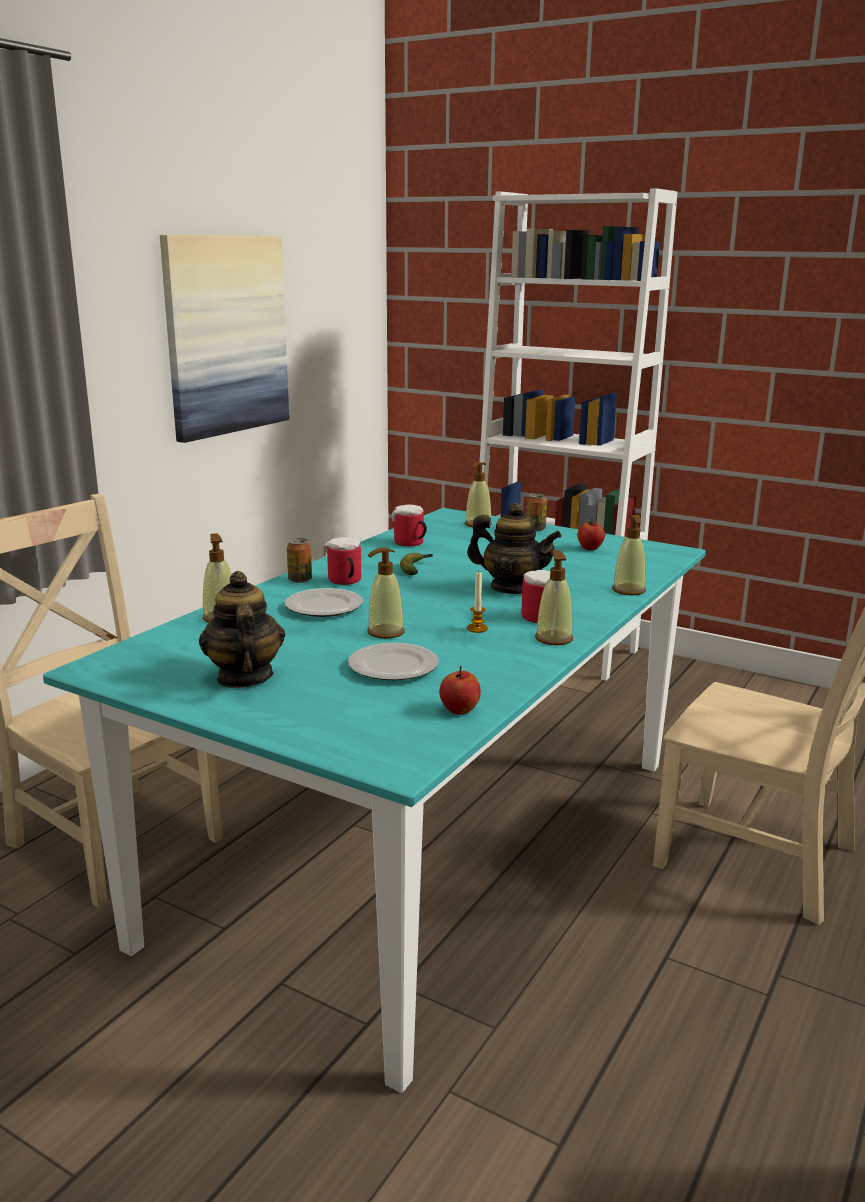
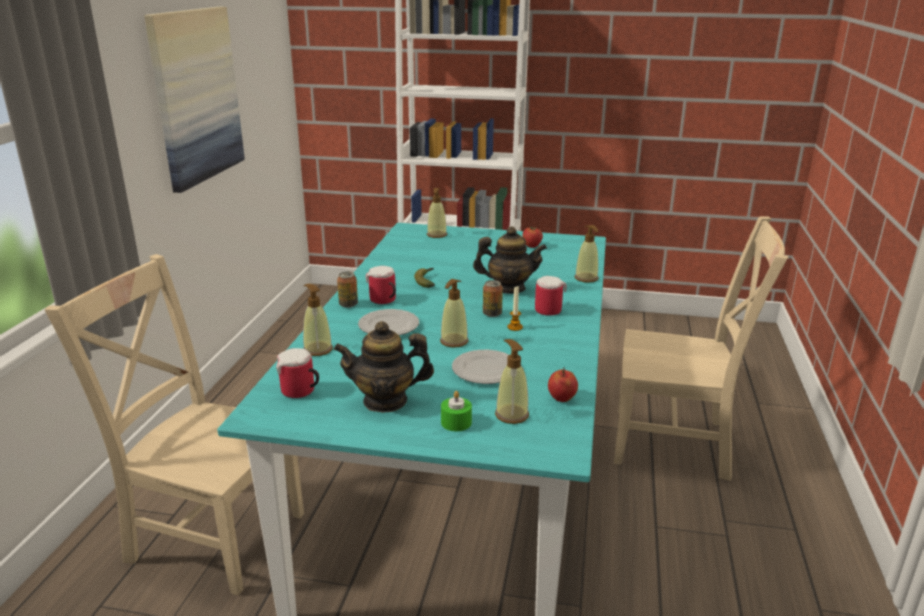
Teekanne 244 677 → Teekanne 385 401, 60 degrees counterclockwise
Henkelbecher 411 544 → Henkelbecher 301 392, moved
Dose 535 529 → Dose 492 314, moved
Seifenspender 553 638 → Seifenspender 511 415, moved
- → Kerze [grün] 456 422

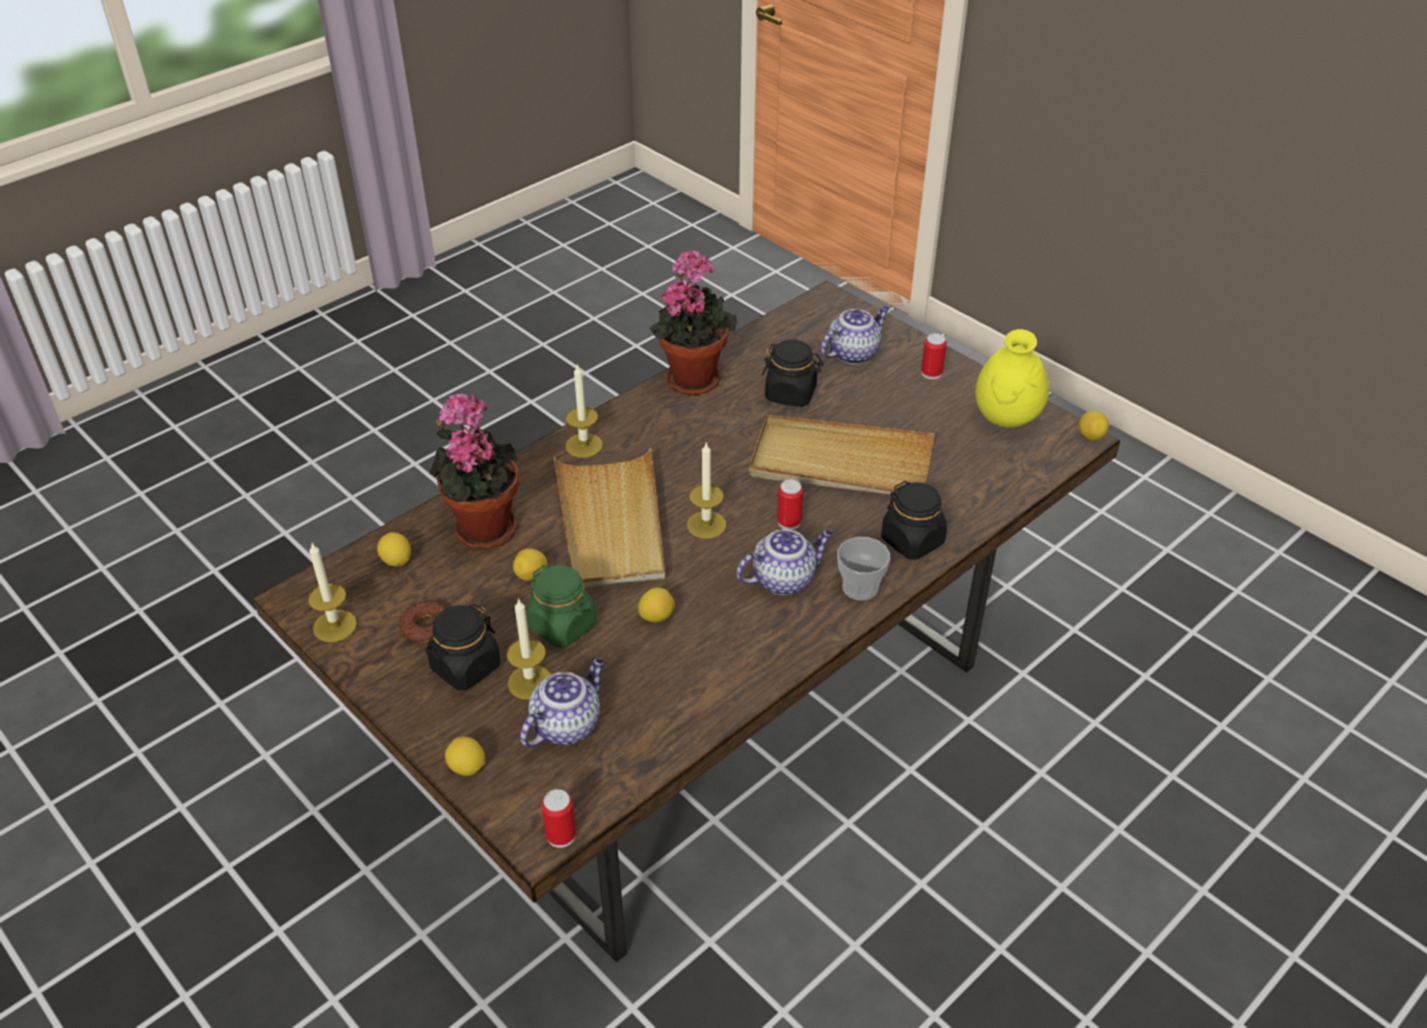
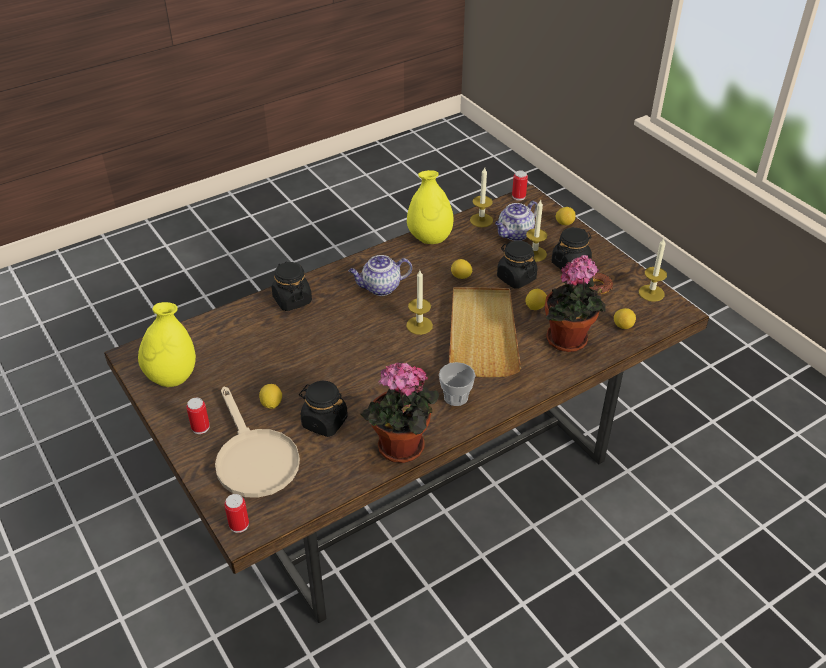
Vorratsglas [grün] 563 626 → Vorratsglas [schwarz] 516 278
Kerze 584 445 → Kerze 481 220, moved
Tablett [beige] 841 463 → -
Dose 789 522 → Dose 239 525, moved
Teekanne 853 353 → Pfanne [beige] 253 458
Tasse 860 588 → Tasse 456 397, moved
Zitrone 1090 436 → Zitrone 271 404, moved
- → Vase [gelb] 430 238

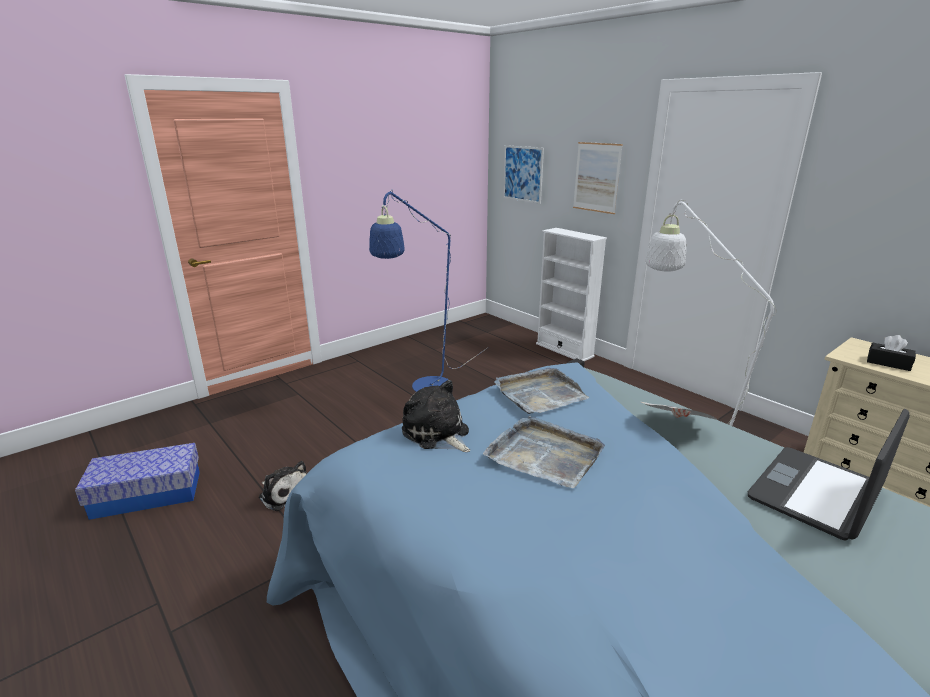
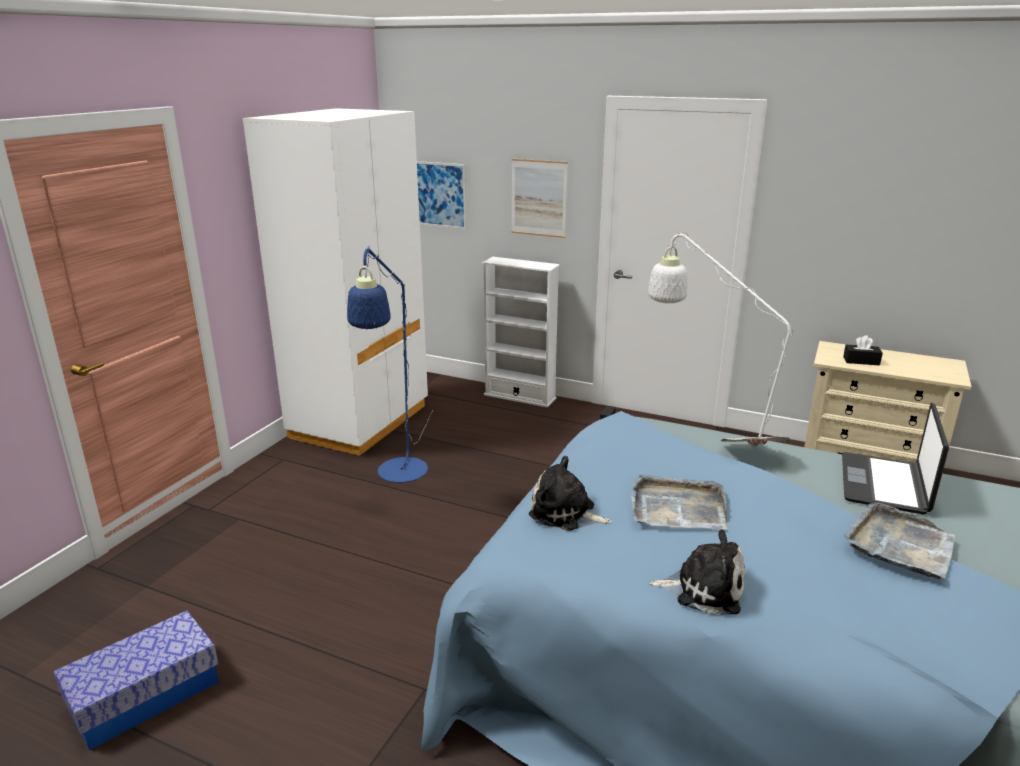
Plüschtier 283 493 → Plüschtier 704 589, moved
Tablett [grau] 539 394 → Tablett [grau] 900 544, moved
- → Kleiderschrank [weiß] 360 422

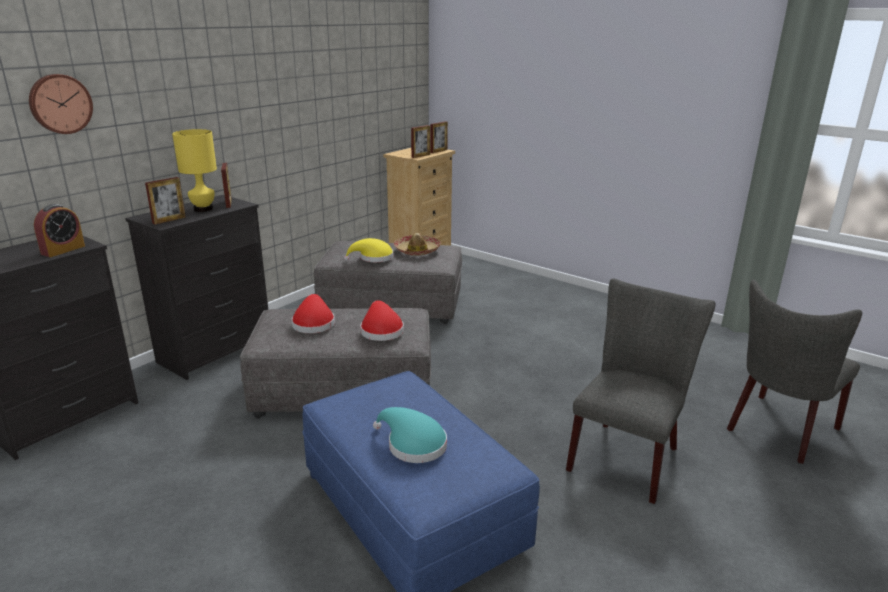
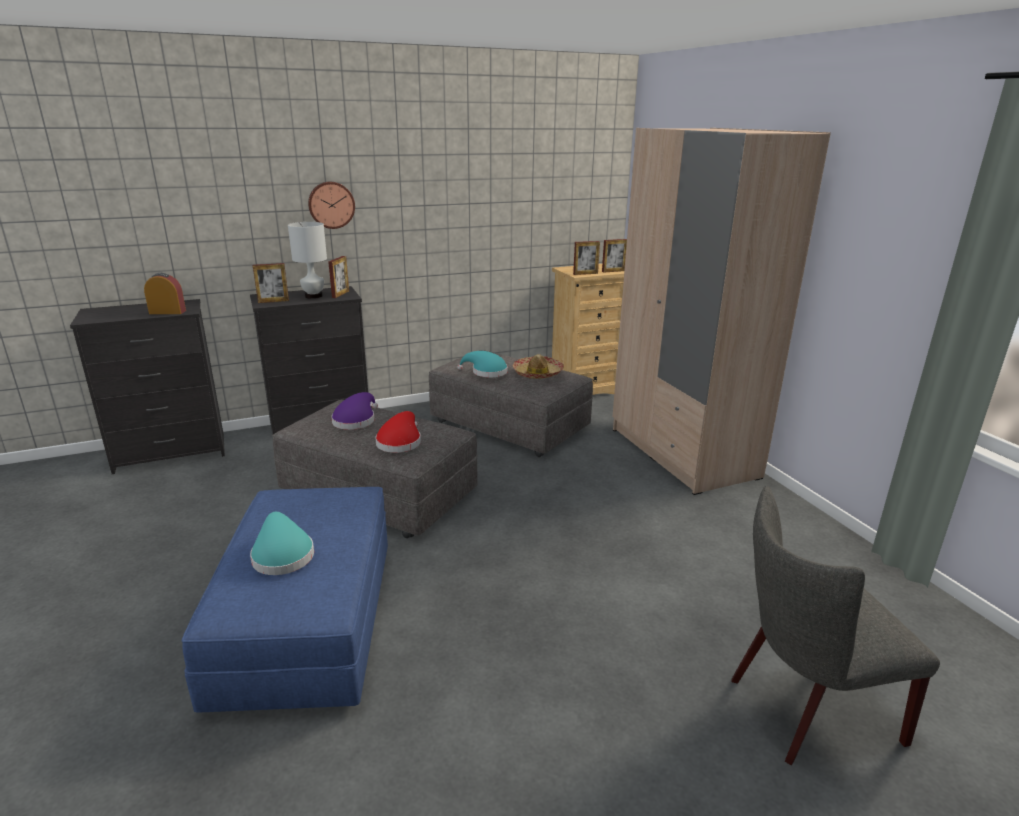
Wanduhr 60 104 → Wanduhr 331 205, moved
Wecker 63 250 → Wecker 167 312, 150 degrees counterclockwise
Tischlampe [gelb] 203 209 → Tischlampe [weiß] 314 296
Hut [rot] 313 323 → Hut [lila] 355 420
Hut [gelb] 373 258 → Hut [türkis] 486 372
Stuhl [grau] 627 455 → -
- → Kleiderschrank [beige] 682 453

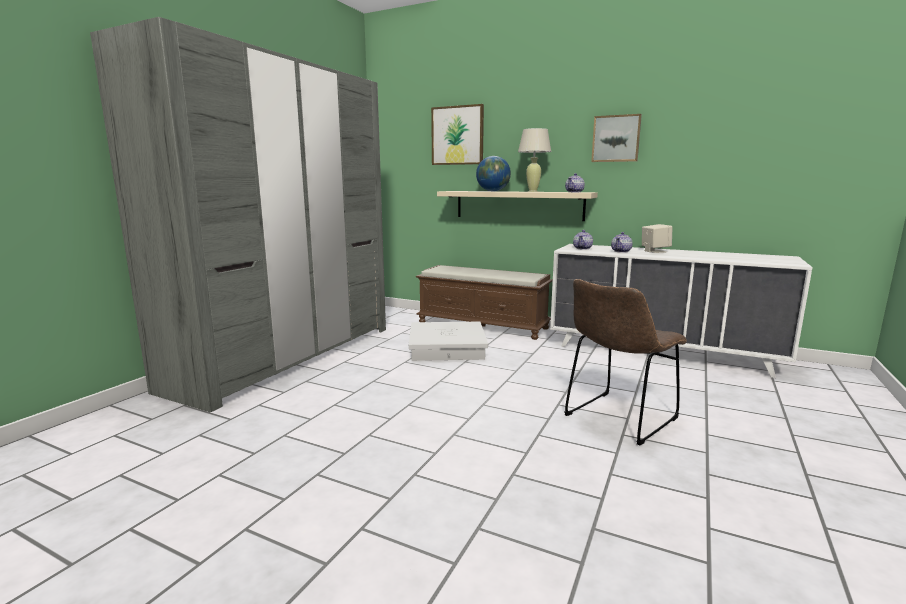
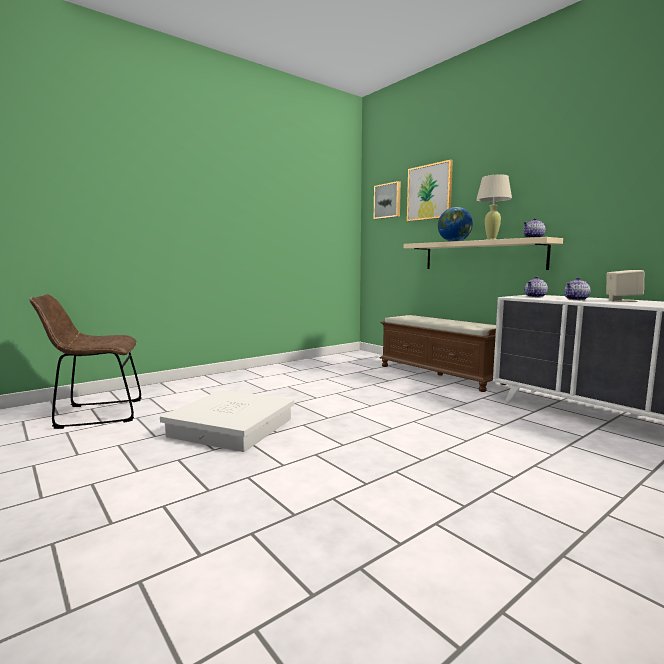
Kleiderschrank [grau] 289 356 → -
Aufbewahrungsbox [weiß] 447 347 → Aufbewahrungsbox [weiß] 232 427, moved
Stuhl [braun] 617 419 → Stuhl [braun] 95 414, moved
Bild 616 138 → Bild 388 201, moved

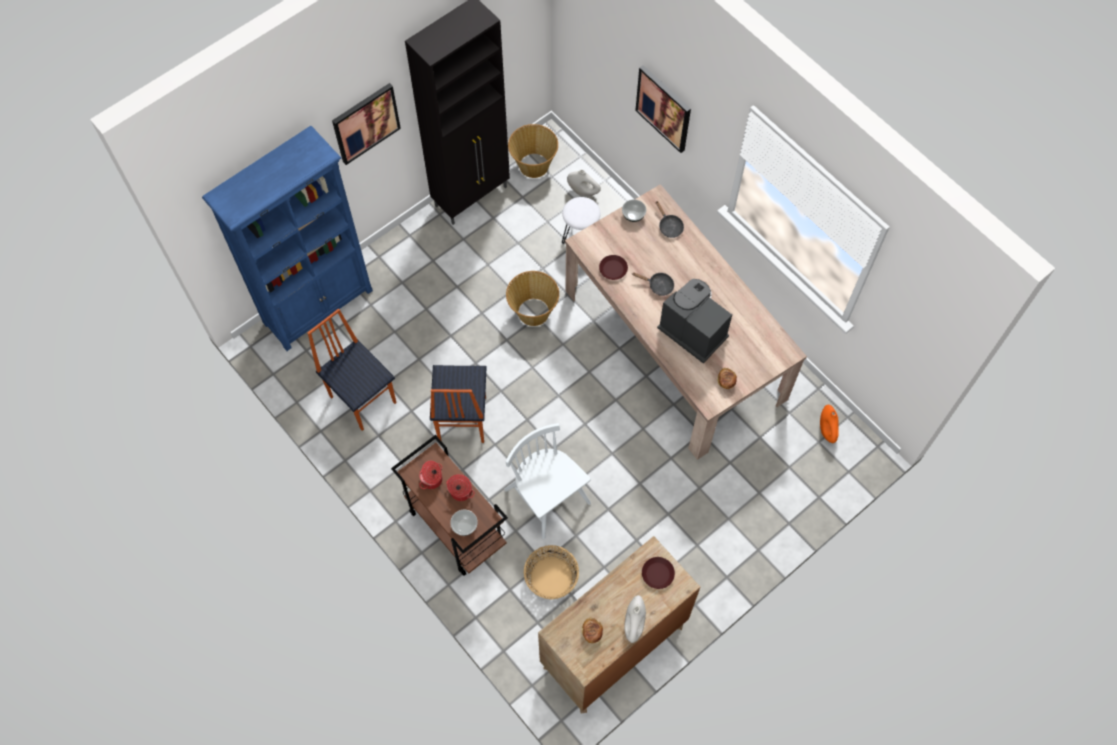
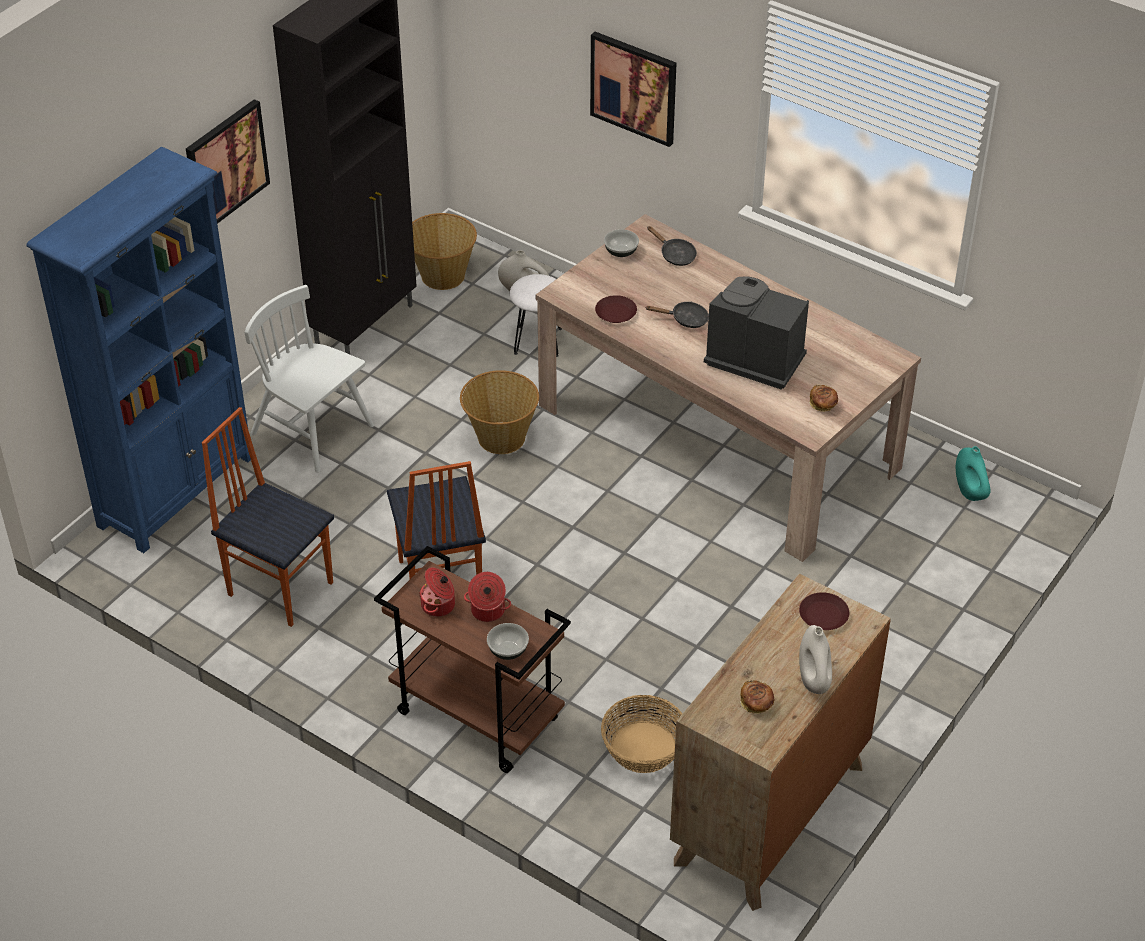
Stuhl [weiß] 547 497 → Stuhl [weiß] 312 430, moved
Vase [orange] 827 430 → Vase [türkis] 970 492

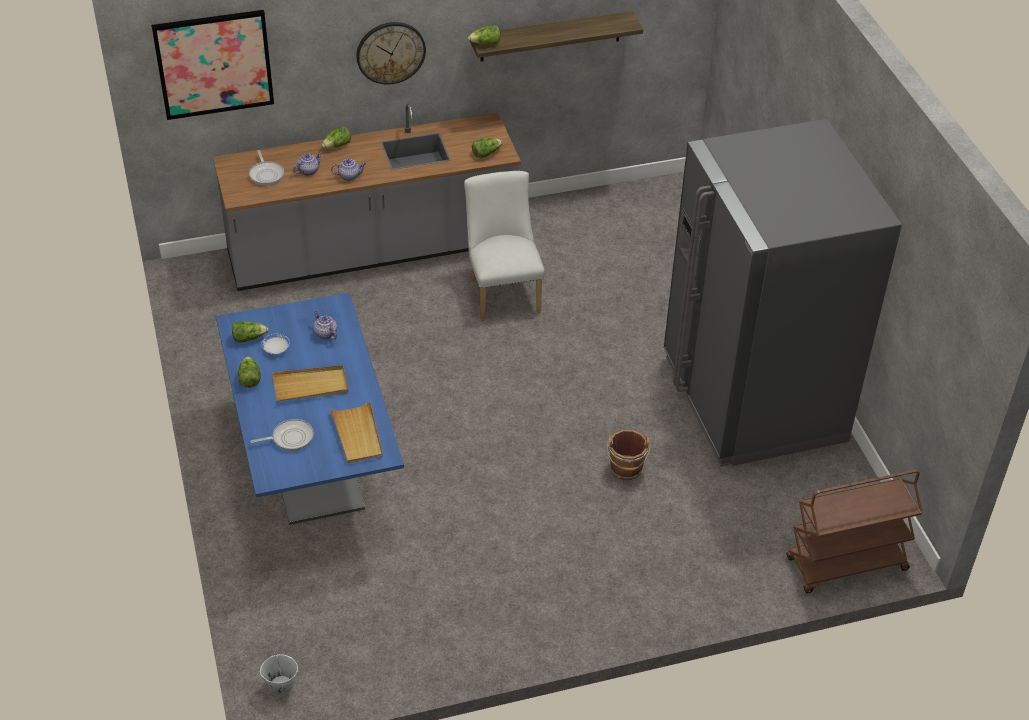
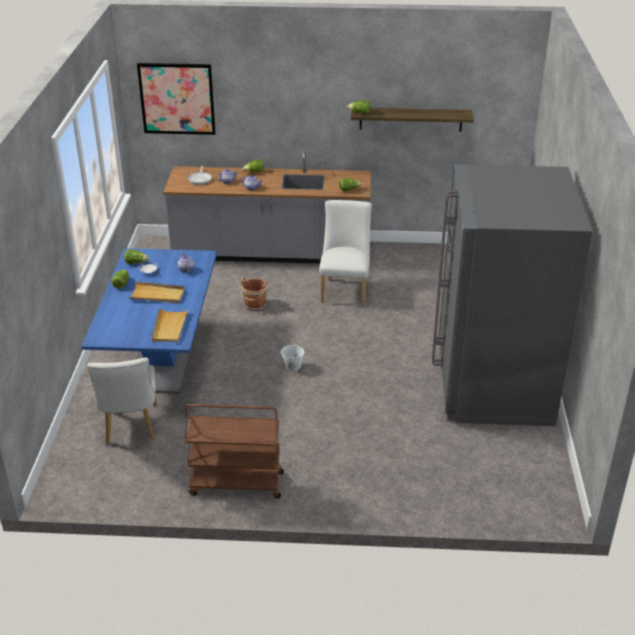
Pfanne 290 438 → -
Eimer [weiß] 281 686 → Eimer [weiß] 292 366, moved
Wanduhr 390 52 → -
Eimer [braun] 626 469 → Eimer [braun] 255 305, moved
Rollwagen [braun] 845 565 → Rollwagen [braun] 235 484, moved
- → Stuhl [weiß] 130 427

